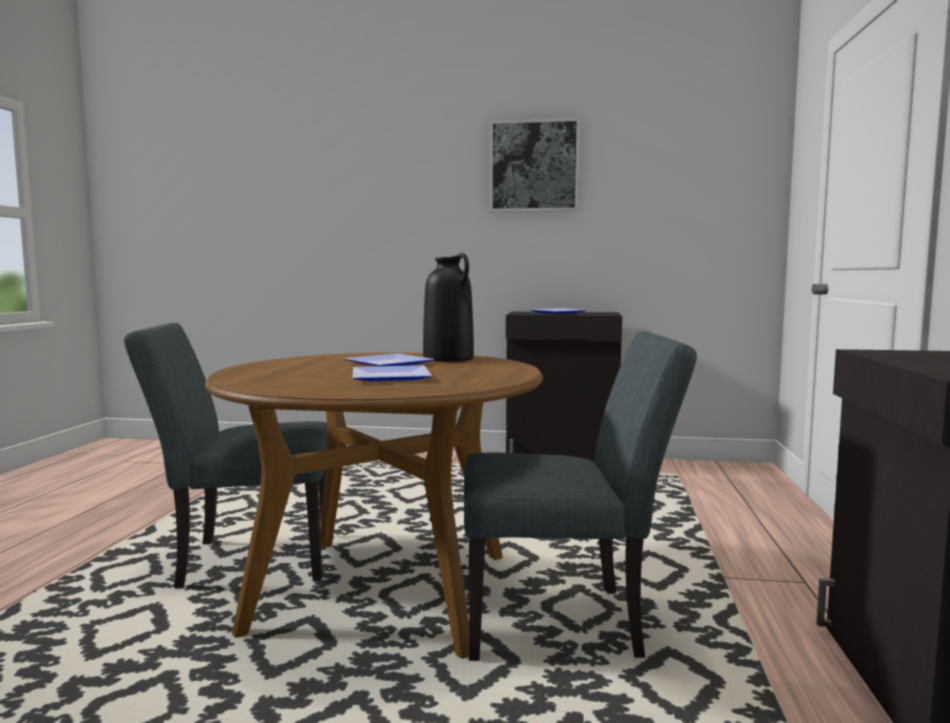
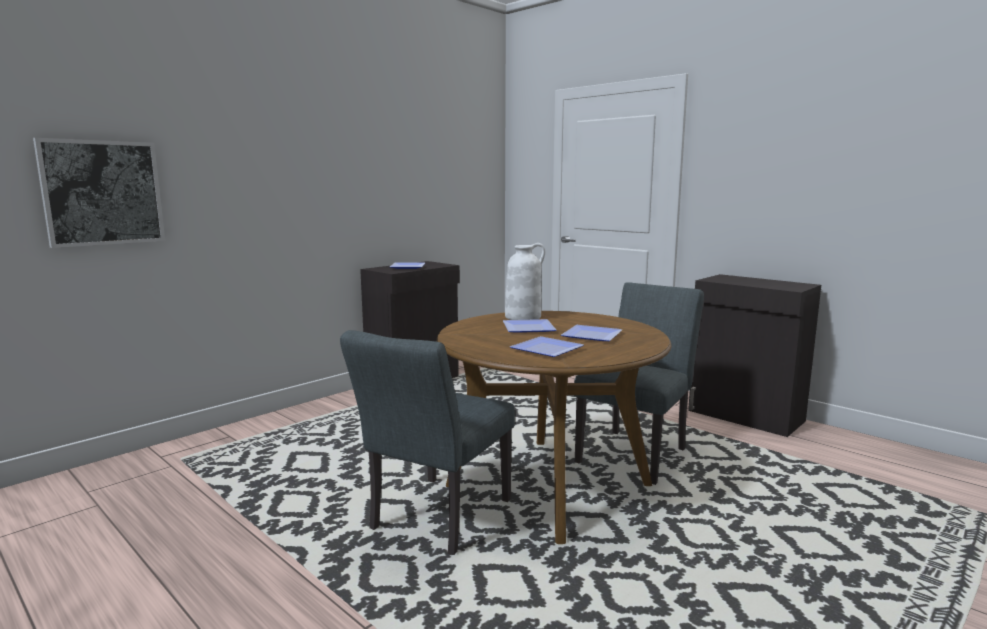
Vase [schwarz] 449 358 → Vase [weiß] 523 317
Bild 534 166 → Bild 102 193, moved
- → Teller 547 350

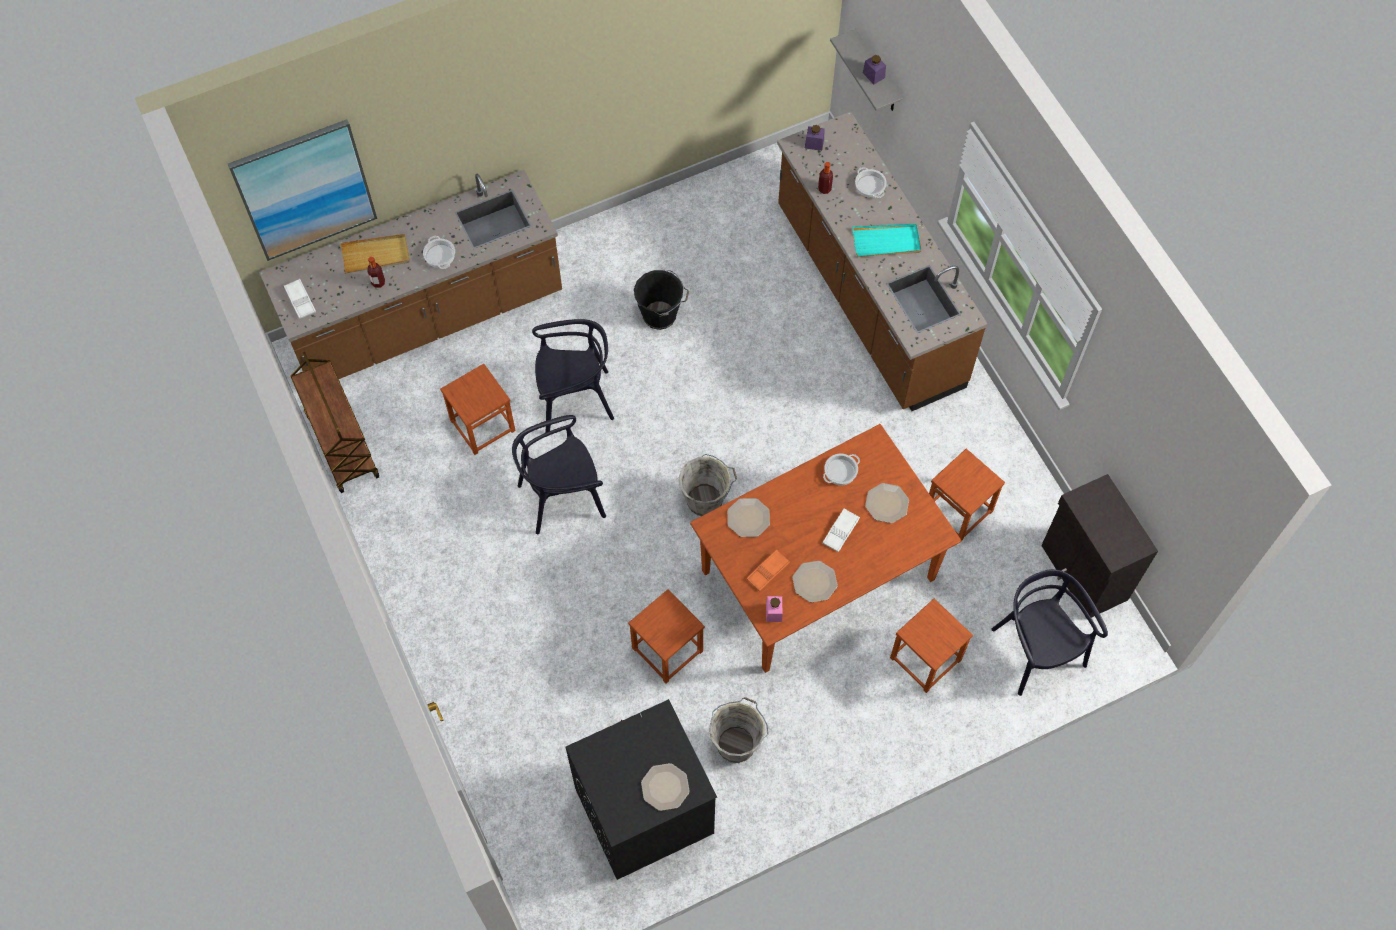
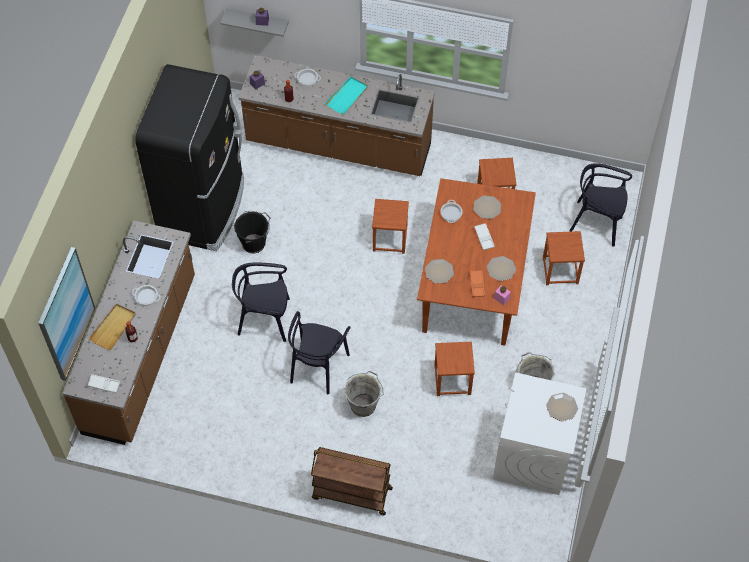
Rollwagen [braun] 341 444 → Rollwagen [braun] 351 493, moved
Hocker [braun] 482 425 → Hocker [braun] 389 238, moved
Stuhl [schwarz] 575 399 → Stuhl [schwarz] 264 319, 120 degrees counterclockwise
Waschmaschine [schwarz] 643 812 → Waschmaschine [weiß] 533 456
Eimer [grau] 706 500 → Eimer [grau] 363 404, moved
Schrank [schwarz] 1083 573 → -
- → Kühlschrank [schwarz] 203 208

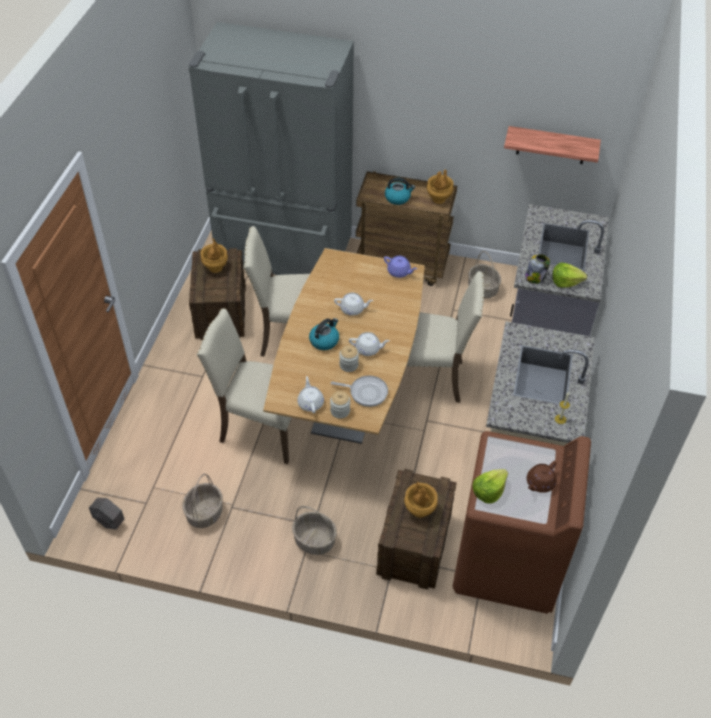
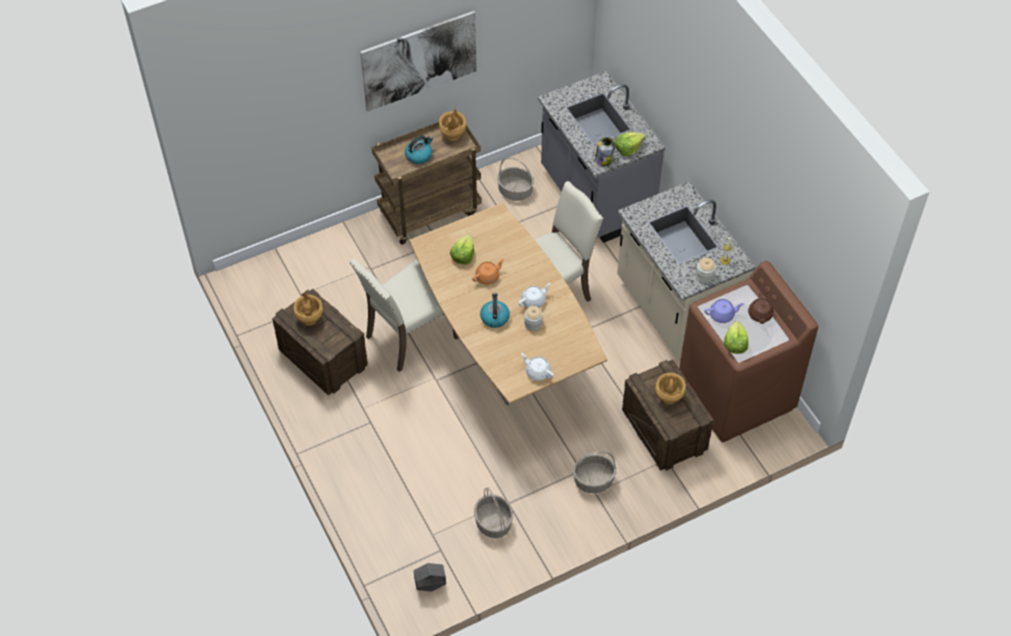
Kühlschrank [grau] 284 255 → -
Stuhl [beige] 261 428 → -
Vorratsglas 340 411 → Vorratsglas 704 276, moved
Pfanne 366 392 → -
Teekanne [weiß] 353 309 → Teekanne [orange] 488 277
Teekanne [lila] 399 272 → Teekanne [lila] 722 315, moved
Wandregal 551 145 → -
- → Bild 419 60
- → Salatkopf 463 255

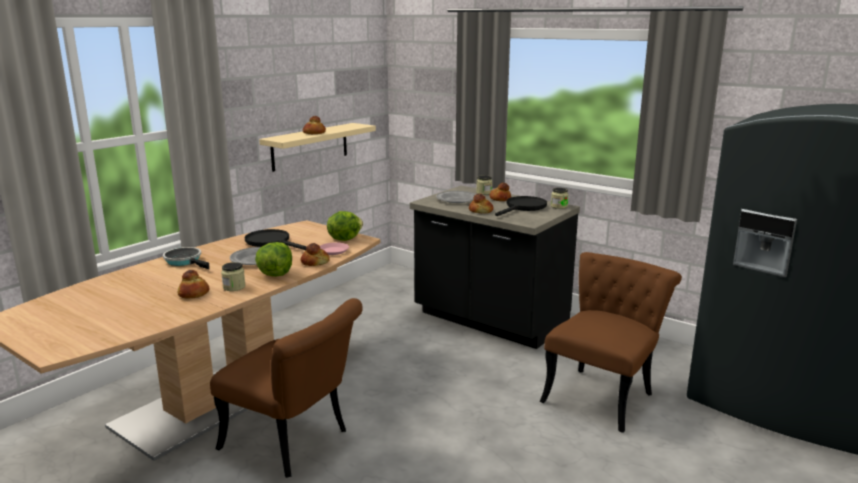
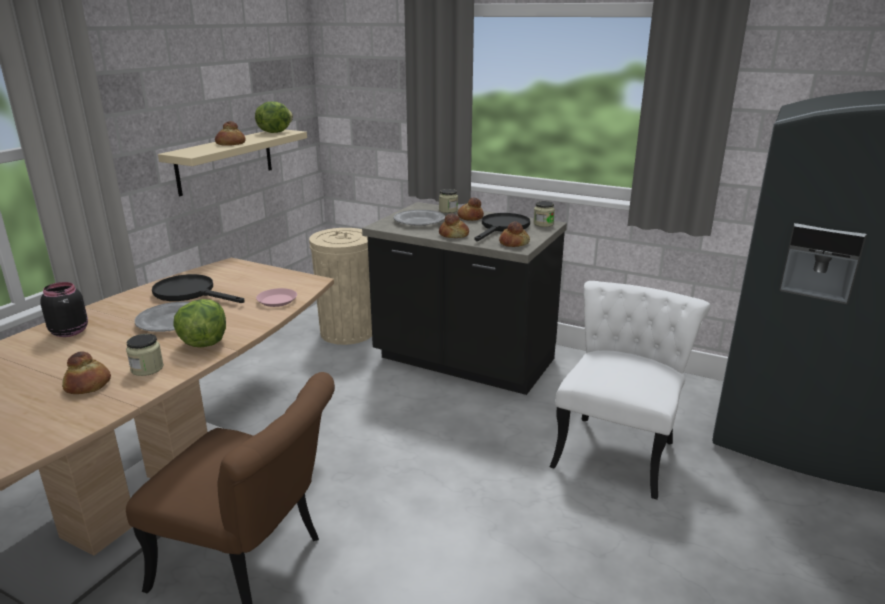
Pfanne 185 261 → Vorratsglas [schwarz] 70 331
Brot 315 262 → Brot 513 243, moved
Salatkopf 344 239 → Salatkopf 274 132, moved
Stuhl [braun] 603 393 → Stuhl [weiß] 618 447
- → Mülleimer [beige] 347 332

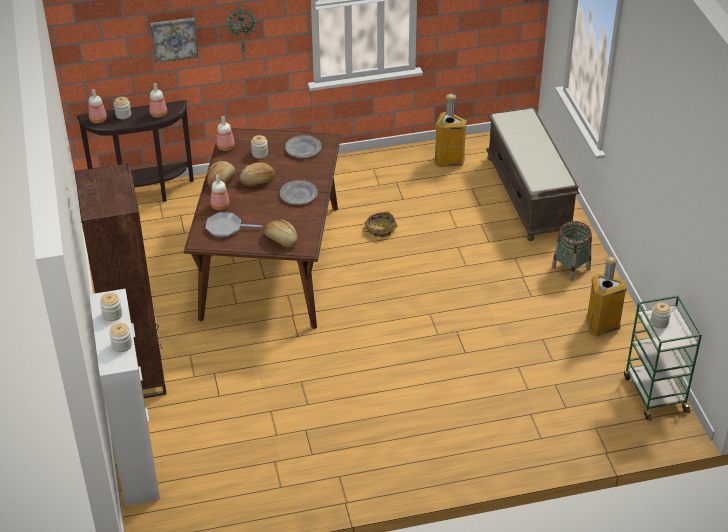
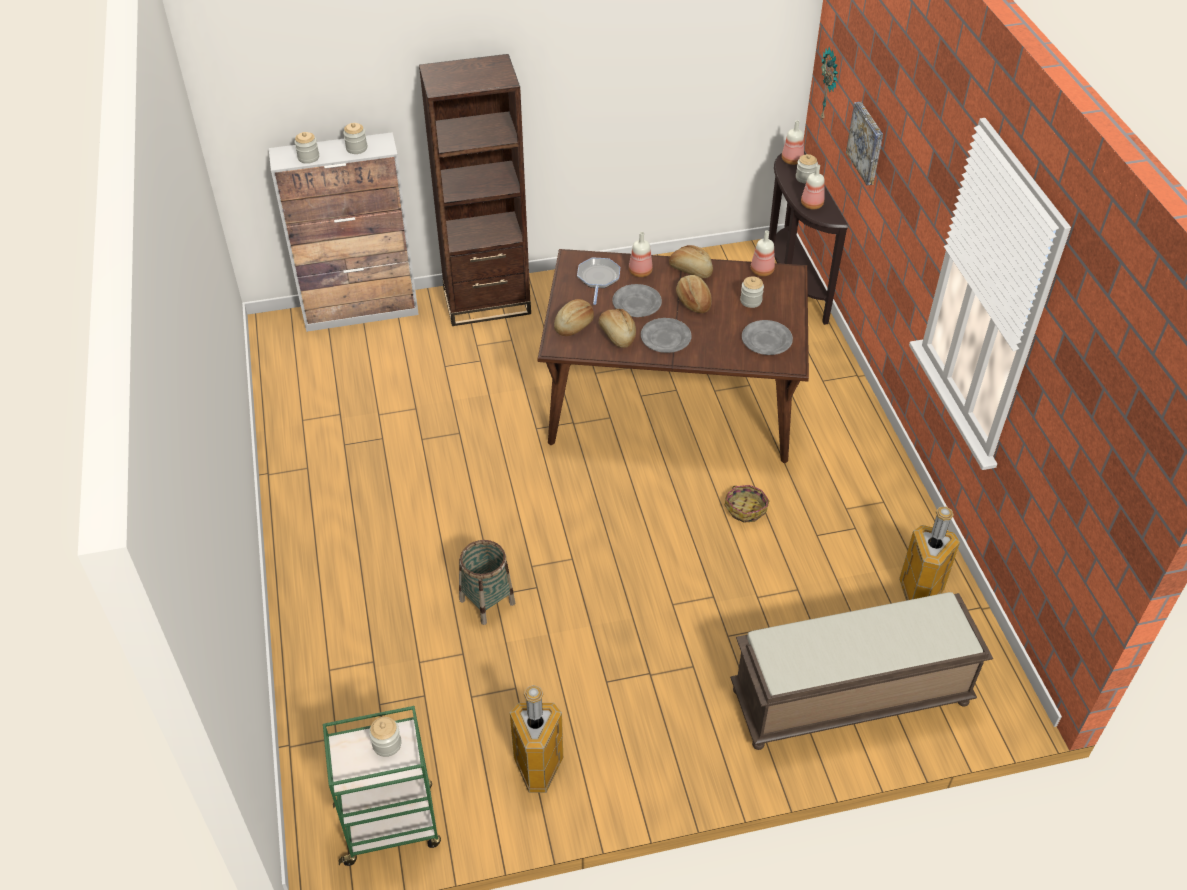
Wanduhr 242 33 → Wanduhr 830 85, moved
Korb 570 268 → Korb 487 601, moved
- → Brot 616 335
- → Teller [grau] 637 303

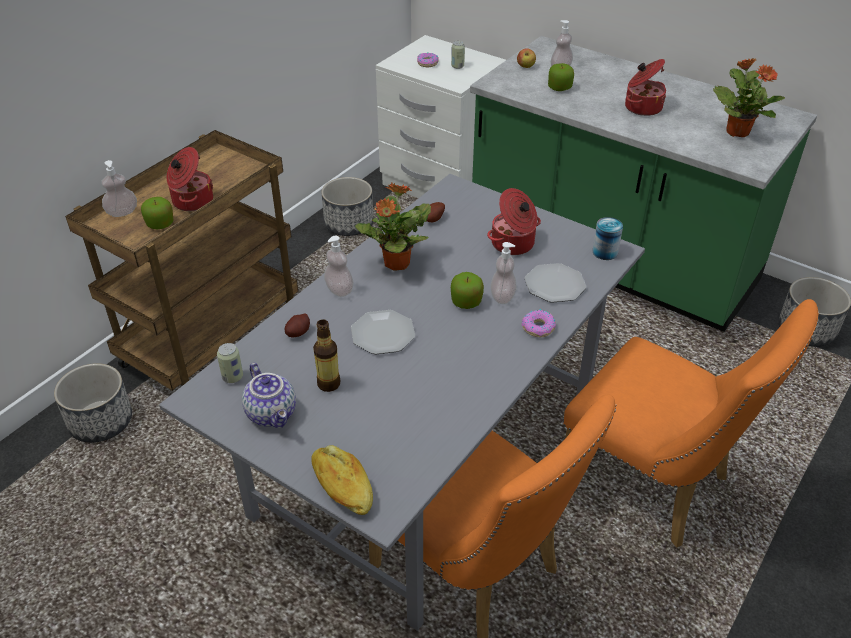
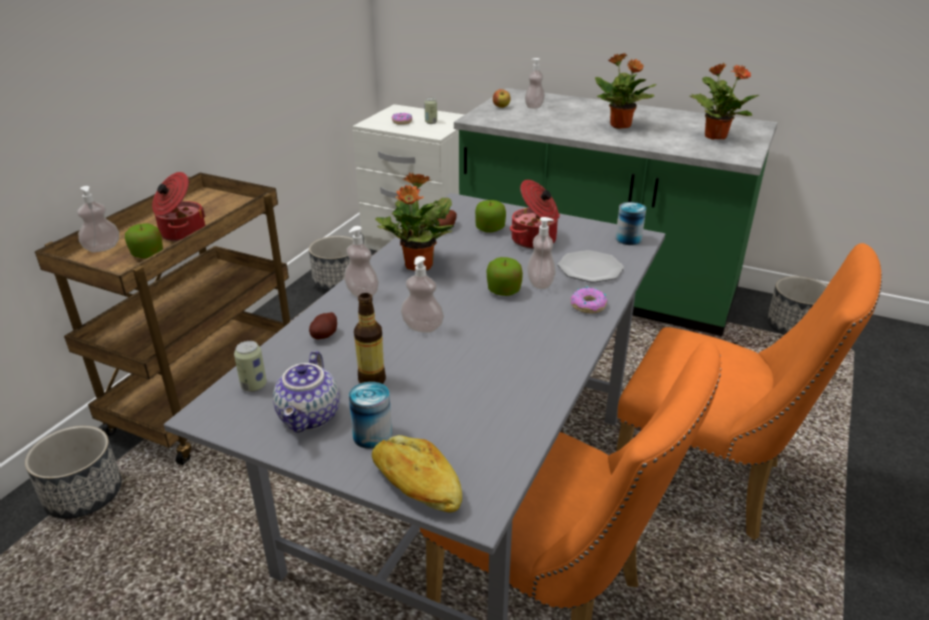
Teekanne 273 413 → Teekanne 310 417, 45 degrees clockwise
Teller 383 334 → Seifenspender 422 327
Apfel 559 88 → Apfel 490 229, moved
Kochtopf 642 107 → Topfpflanze 620 126
- → Dose 372 435

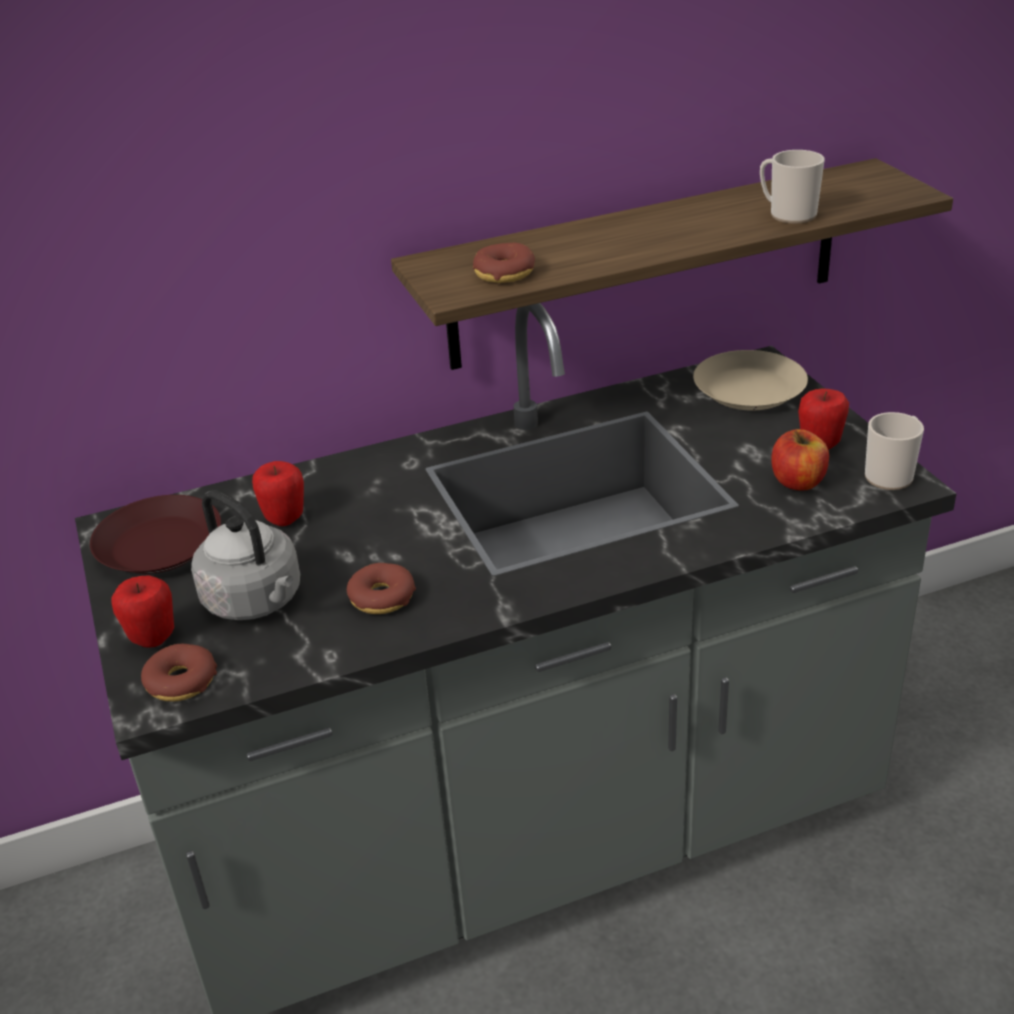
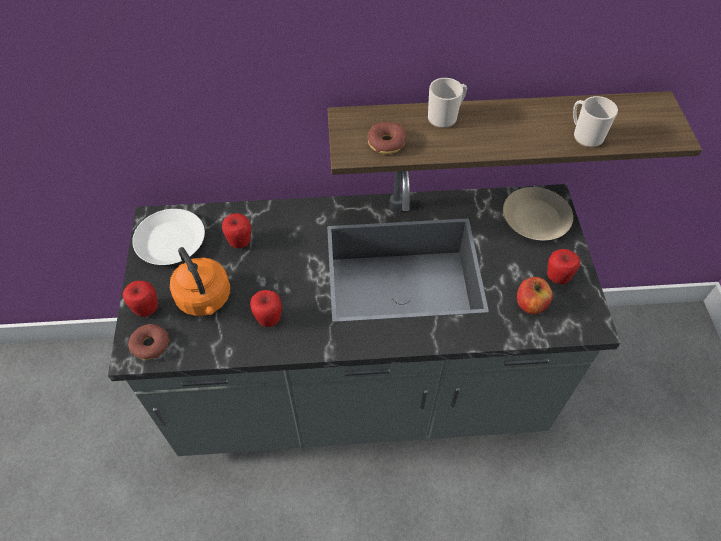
Teller [braun] 159 544 → Teller [weiß] 171 241
Wasserkessel [grau] 256 601 → Wasserkessel [orange] 205 300
Donut 382 598 → Apfel 269 319
Henkelbecher 892 474 → Henkelbecher 445 117, moved

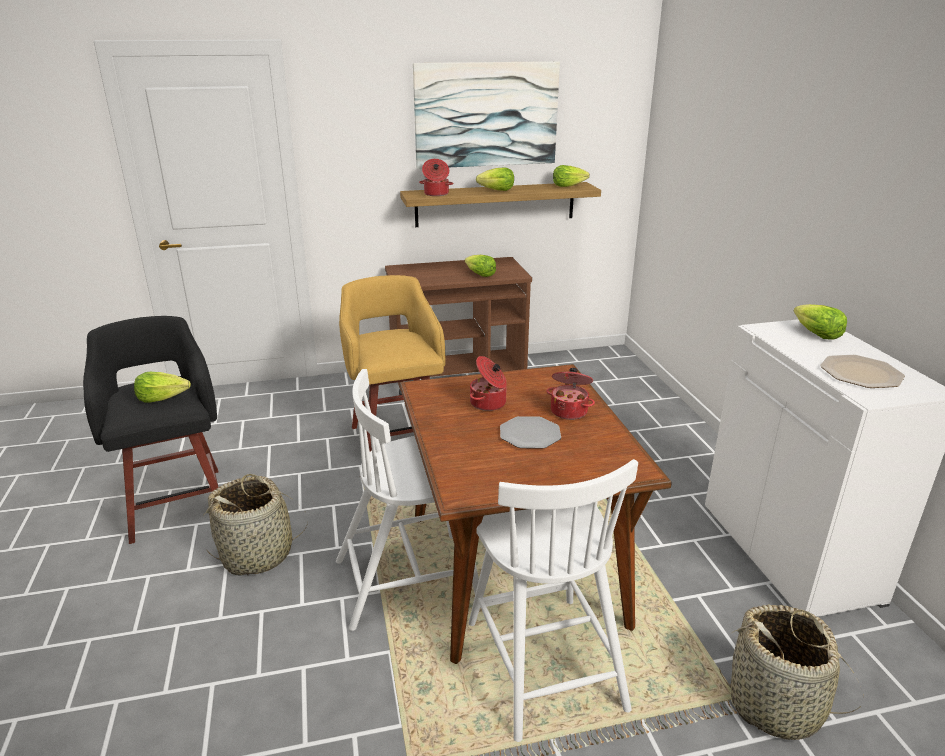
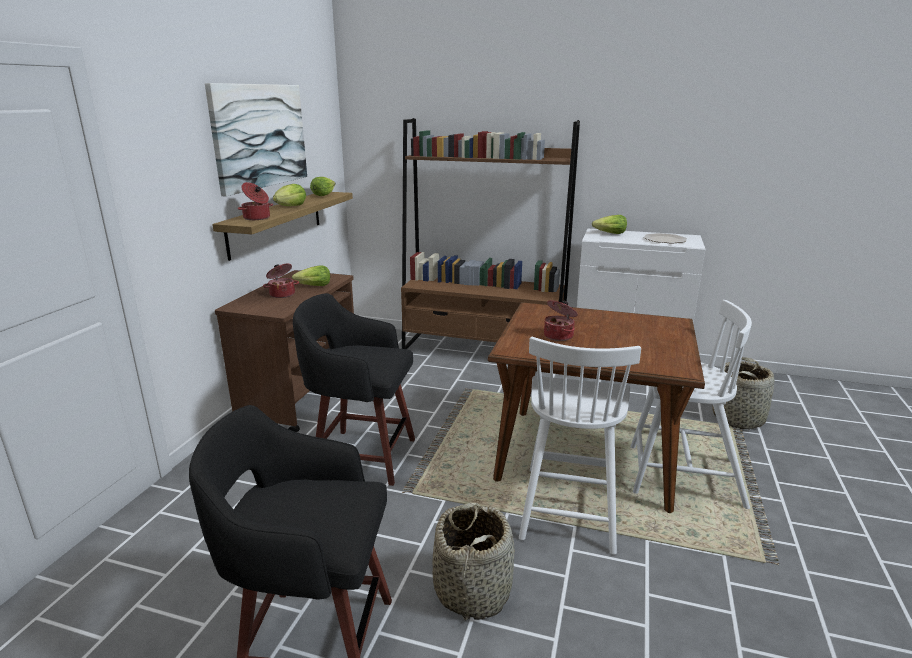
Salatkopf 163 398 → -
Hocker [gelb] 397 437 → Hocker [schwarz] 361 455
Teller 530 434 → -
Kochtopf 569 411 → Kochtopf 282 294, moved
- → Bücherregal [braun] 483 351

